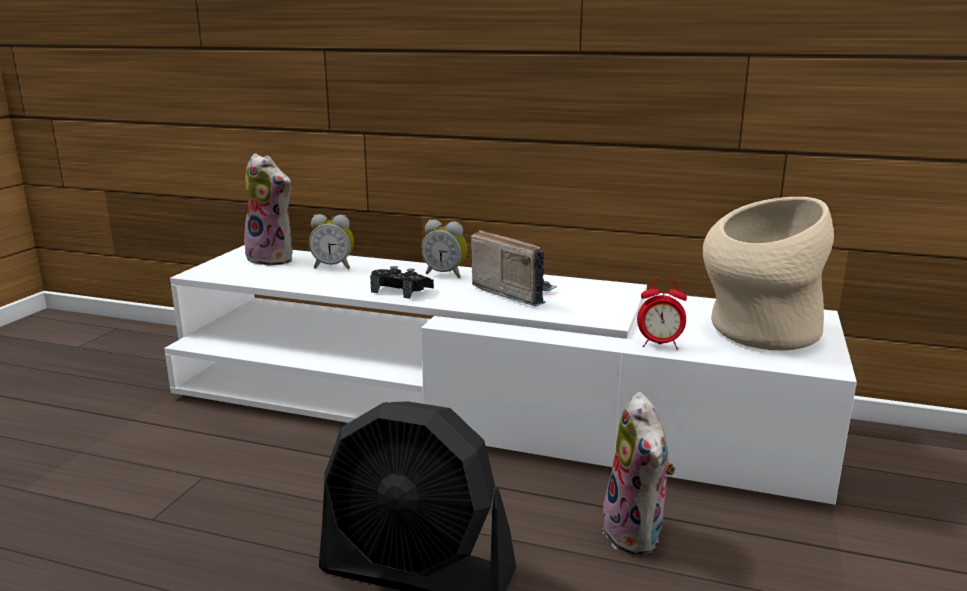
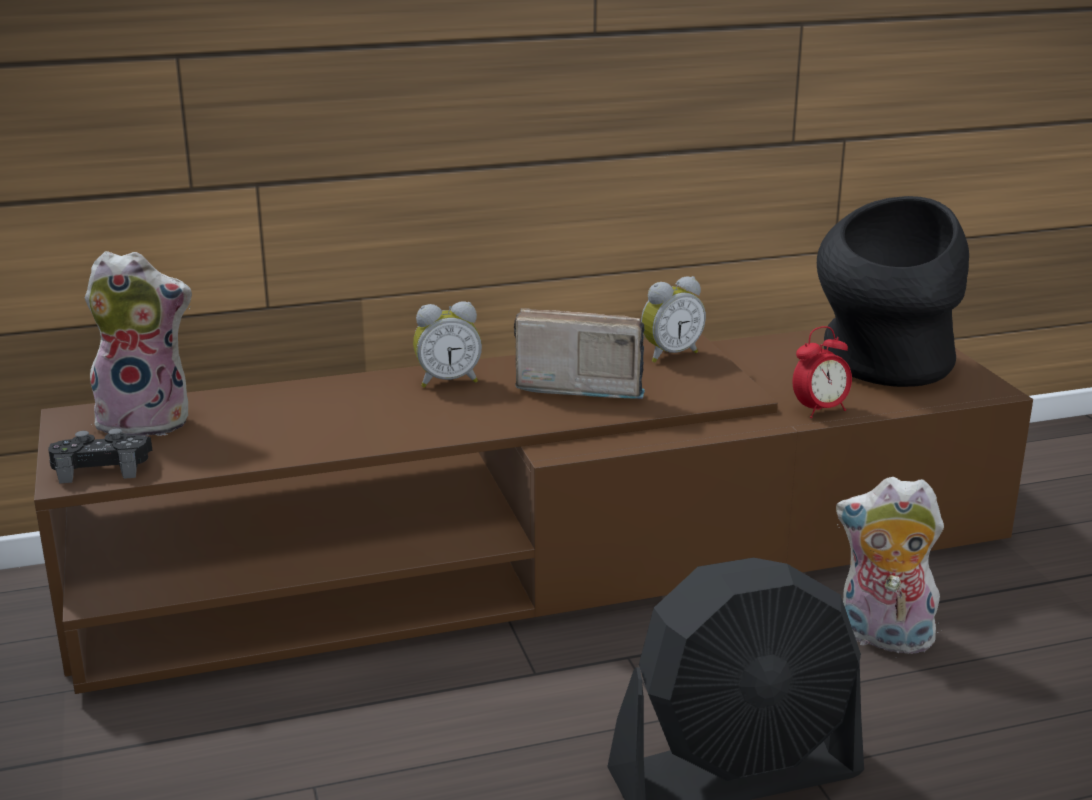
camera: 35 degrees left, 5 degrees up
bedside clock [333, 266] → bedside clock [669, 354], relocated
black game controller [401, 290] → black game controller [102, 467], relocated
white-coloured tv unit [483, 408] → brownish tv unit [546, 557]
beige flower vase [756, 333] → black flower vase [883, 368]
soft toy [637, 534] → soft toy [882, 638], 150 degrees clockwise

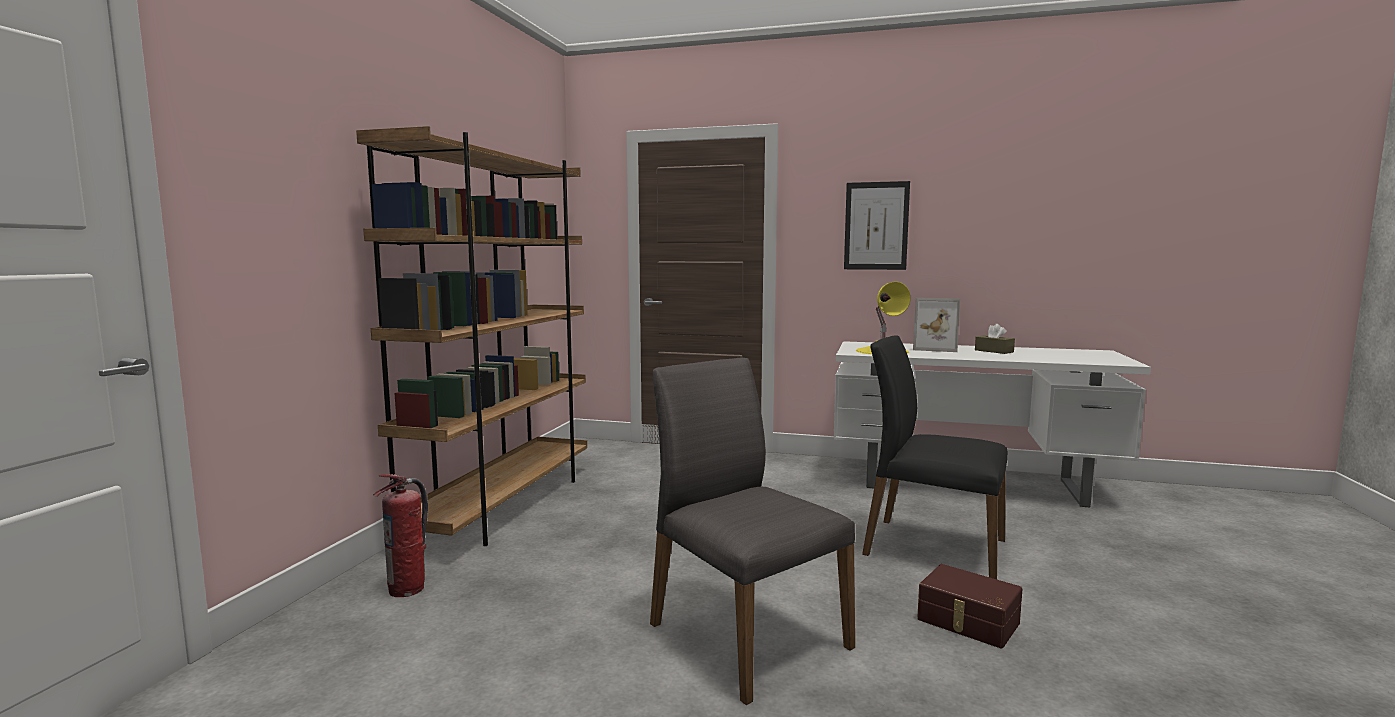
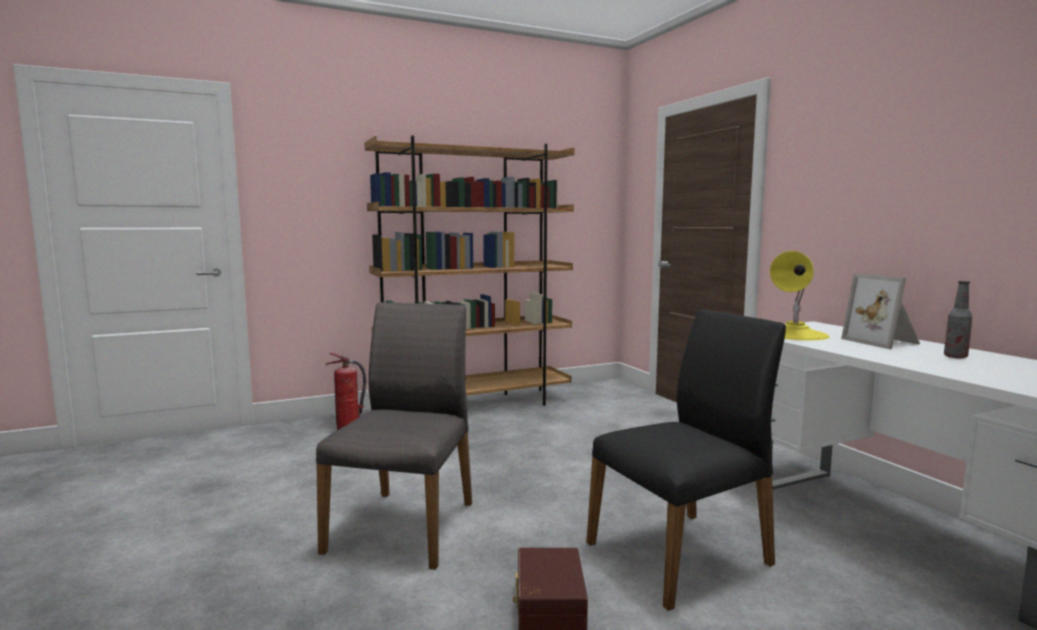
camera: 50 degrees right, 0 degrees up
picture [876, 226] → -
brownish tissue holder [994, 351] → beverage bottle [955, 357]
black chair [932, 547] → black chair [681, 554], 75 degrees clockwise

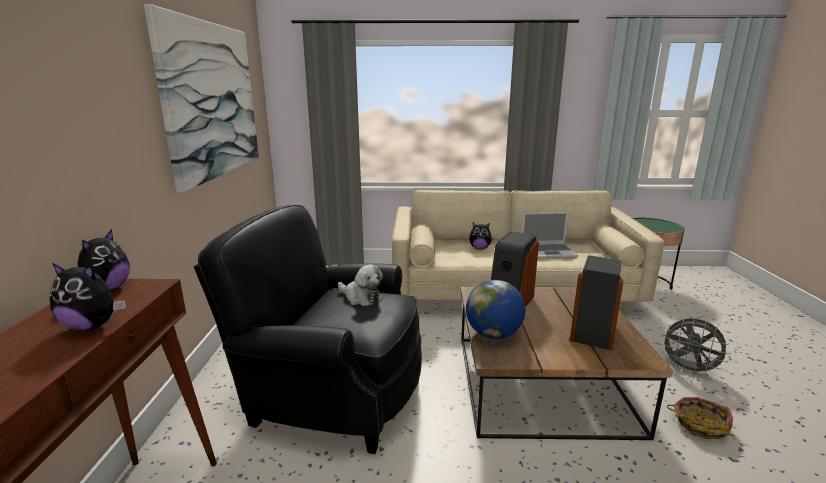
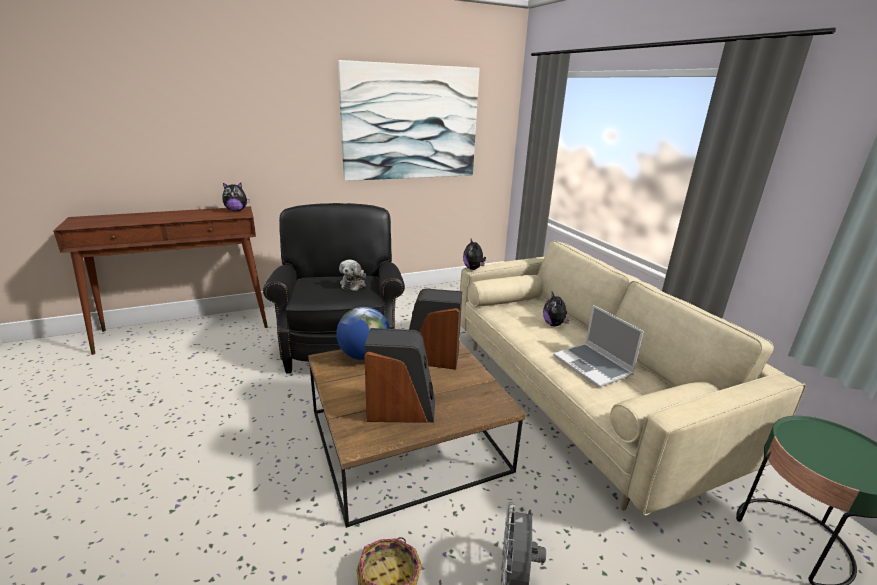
camera: 65 degrees right, 5 degrees up
soft toy [92, 326] → soft toy [473, 268], relocated

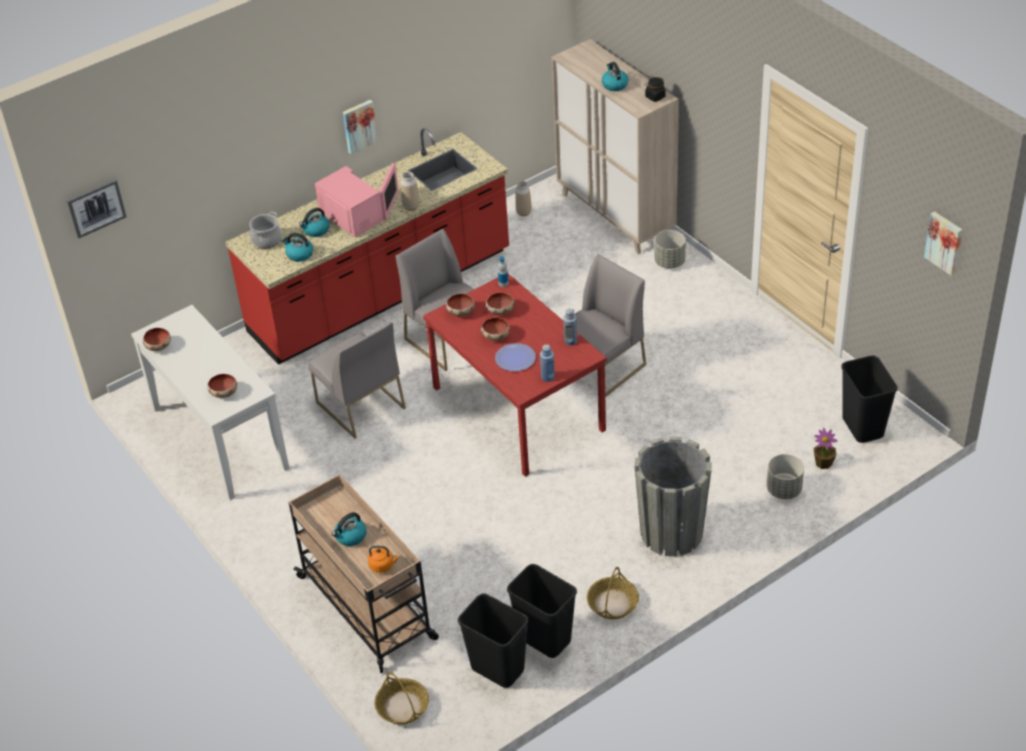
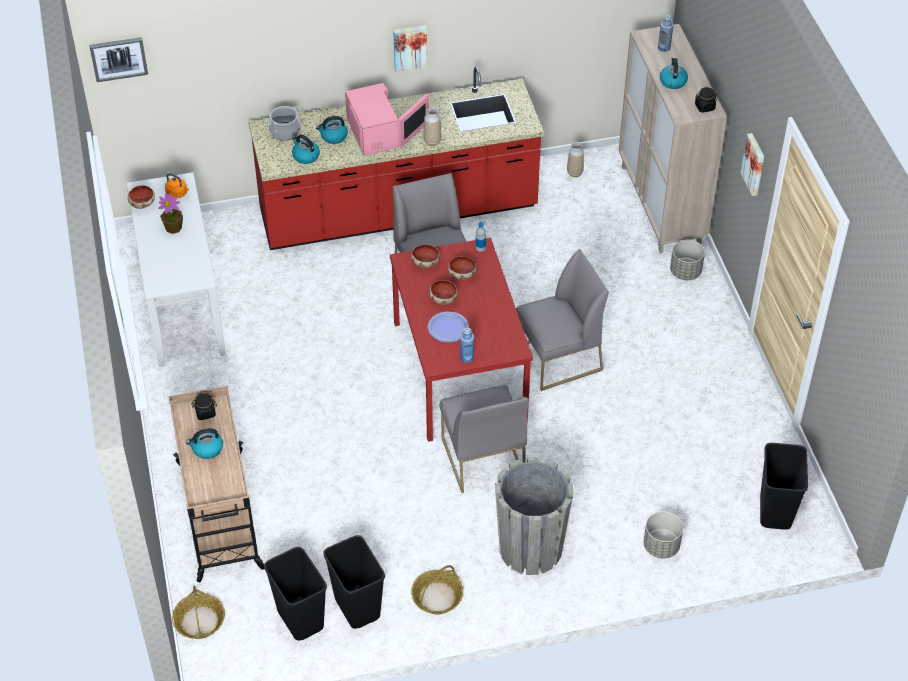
camera: 20 degrees right, 5 degrees up
bowl [223, 393] → -
- → black jar [205, 413]
greyish chair [359, 405] → greyish chair [482, 457], relocated
orangey tea kettle [383, 565] → orangey tea kettle [178, 194], relocated
bluish beverage bottle [570, 341] → bluish beverage bottle [664, 48], relocated
houseplant [823, 463] → houseplant [173, 228], relocated
picture [944, 242] → picture [754, 164], relocated

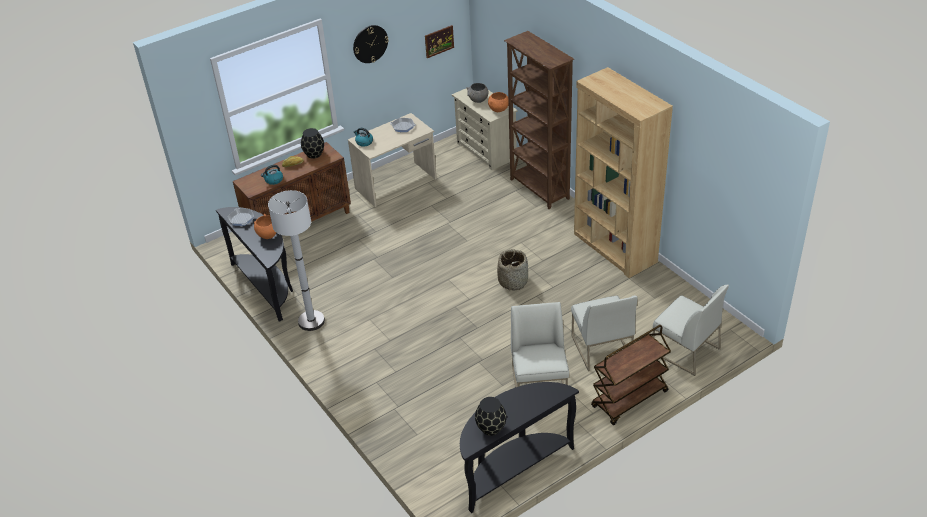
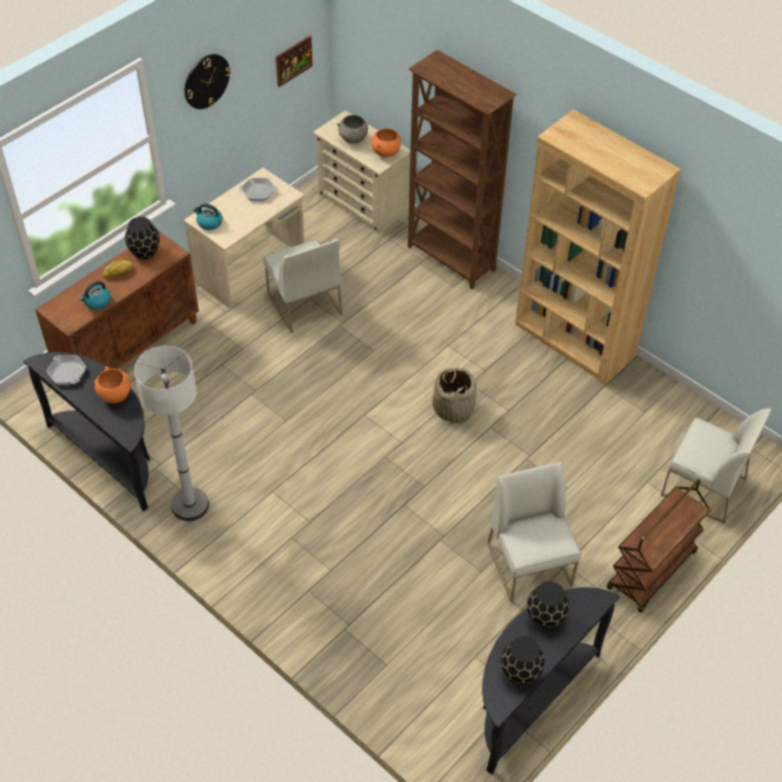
camera: 15 degrees left, 10 degrees up
- → black flower vase [545, 617]
white-coloured chair [601, 348] → white-coloured chair [303, 303], relocated

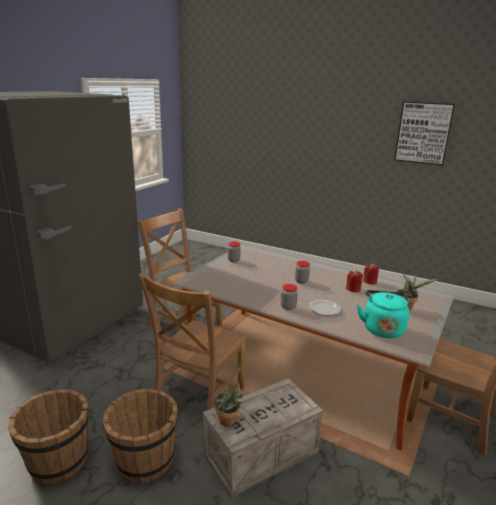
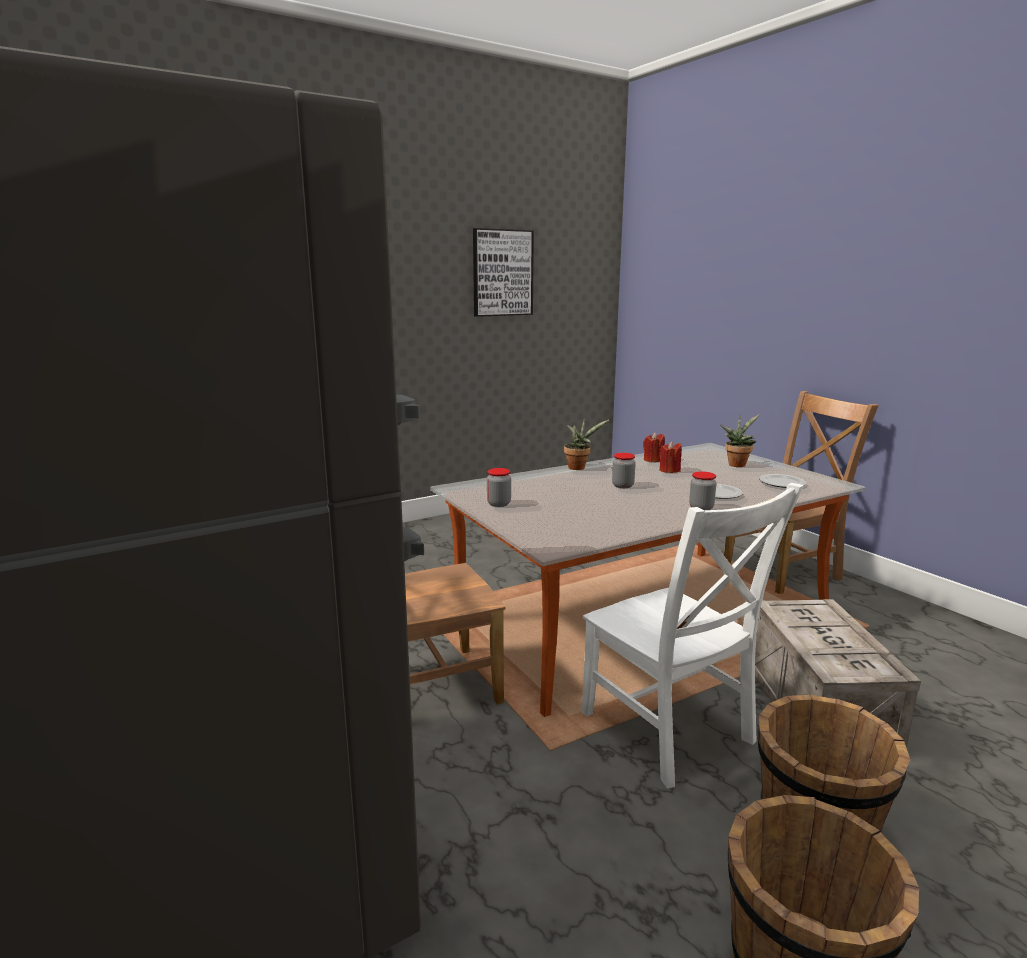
camera: 60 degrees left, 5 degrees down
houseplant [229, 422] → houseplant [578, 467], relocated
turquoise tea kettle [382, 328] → flat dish [781, 483]
brownish chair [198, 399] → white-coloured chair [670, 732]

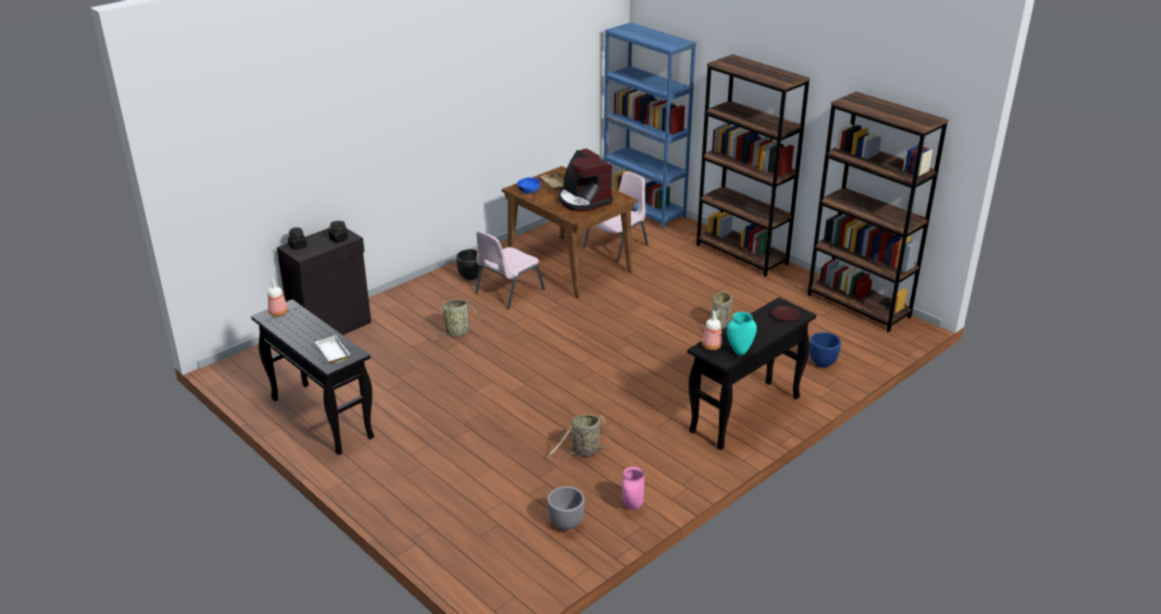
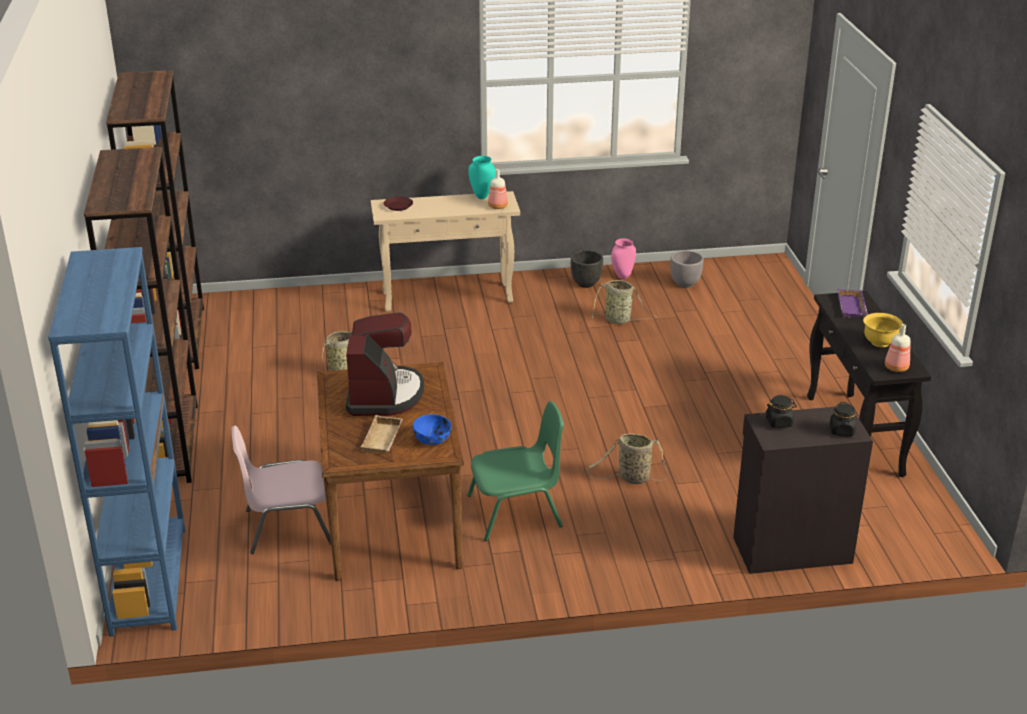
camera: 145 degrees left, 0 degrees up
bluish flower pot [822, 363] → -
- → yellowish bowl [879, 342]
black flower pot [470, 277] → black flower pot [586, 283], relocated
white-coloured carrying tray [331, 353] → purple-coloured carrying tray [853, 307]
pinkish chair [508, 292] → green-coloured chair [516, 512]
black console table [745, 415] → beige console table [448, 297]

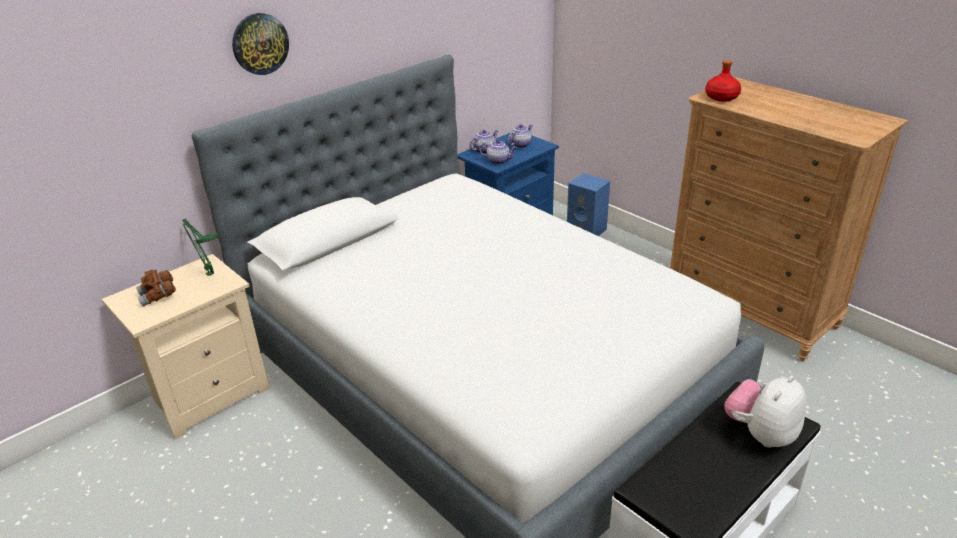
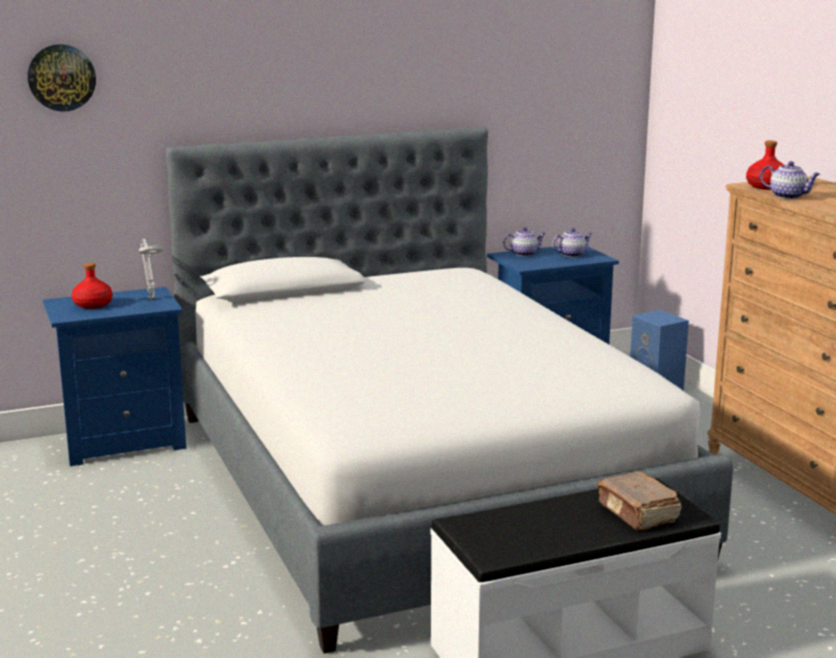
camera: 20 degrees right, 15 degrees down
clock on the wall [260, 44] → clock on the wall [61, 77], relocated
pot for tea [498, 161] → pot for tea [788, 196], relocated
brownish field glasses [158, 296] → red-coloured beverage bottle [93, 305]
soft toy [760, 433] → brownish volume [638, 514]
beige nightstand [209, 395] → bluish nightstand [124, 442]
green-coloured table lamp [209, 273] → greyish table lamp [151, 298]

